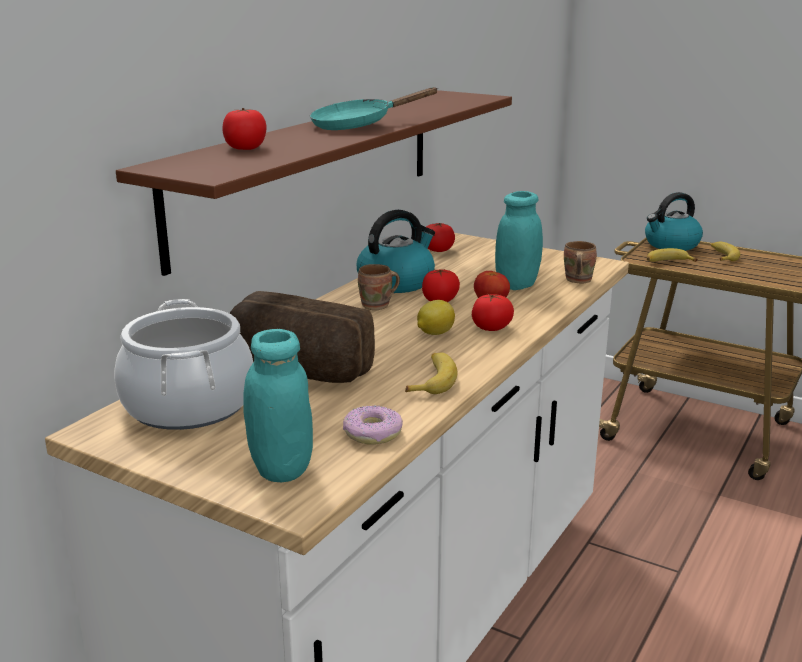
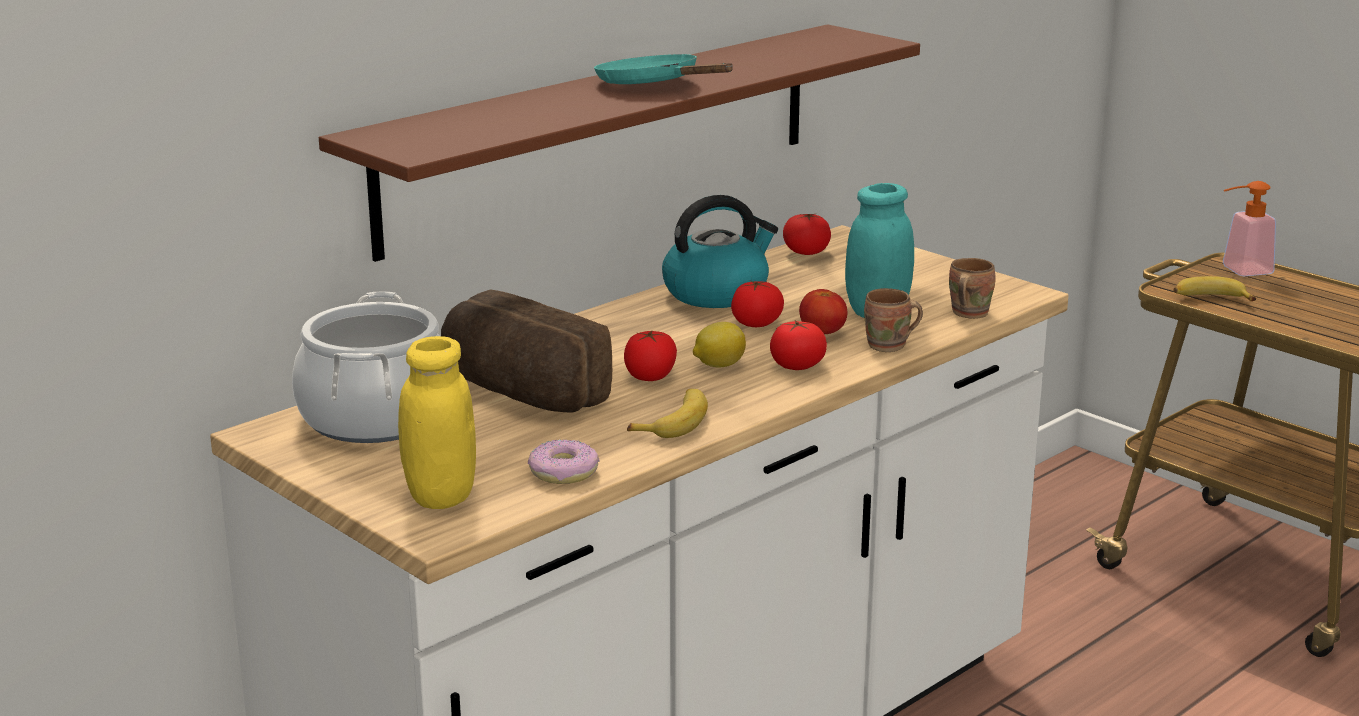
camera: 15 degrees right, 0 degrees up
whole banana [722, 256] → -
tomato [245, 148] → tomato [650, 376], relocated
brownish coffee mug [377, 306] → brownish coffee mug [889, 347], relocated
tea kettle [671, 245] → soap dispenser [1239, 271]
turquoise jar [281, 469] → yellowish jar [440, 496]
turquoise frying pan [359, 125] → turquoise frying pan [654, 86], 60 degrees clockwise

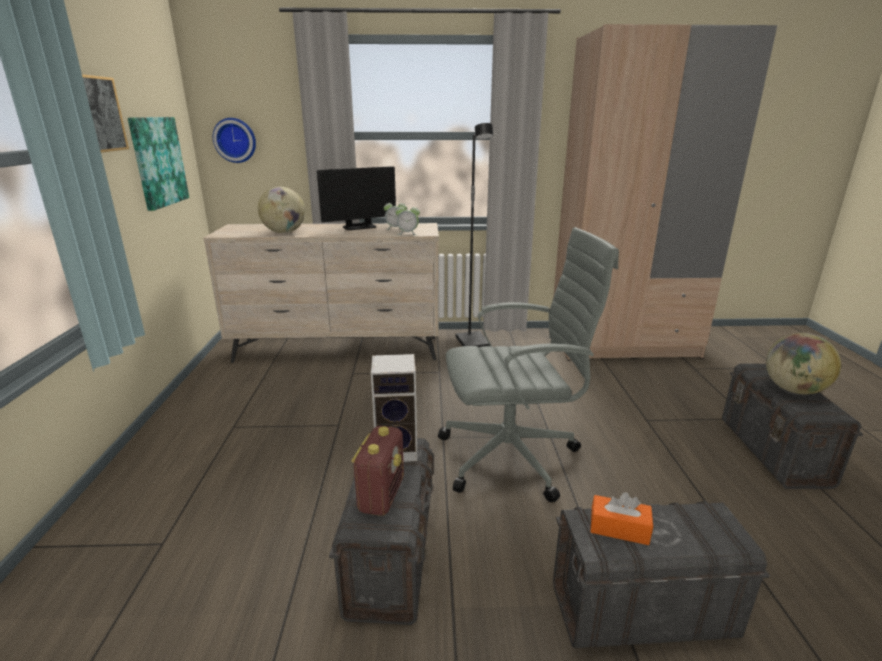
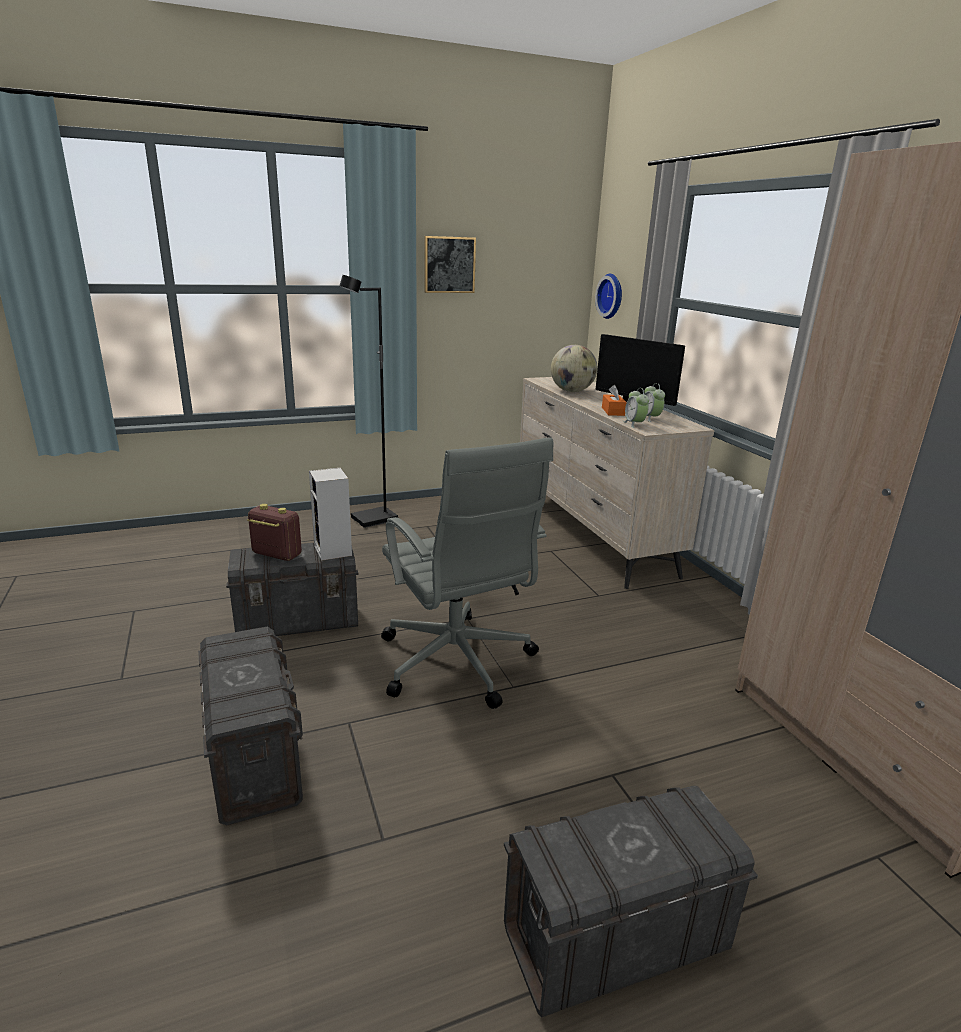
camera: 70 degrees right, 0 degrees up
picture [158, 162] → -
globe [793, 390] → -
black standard lamp [473, 343] → black standard lamp [374, 519], relocated
orangey tissue holder [619, 528] → orangey tissue holder [613, 411], relocated
radio set [381, 495] → radio set [276, 554], 150 degrees counterclockwise

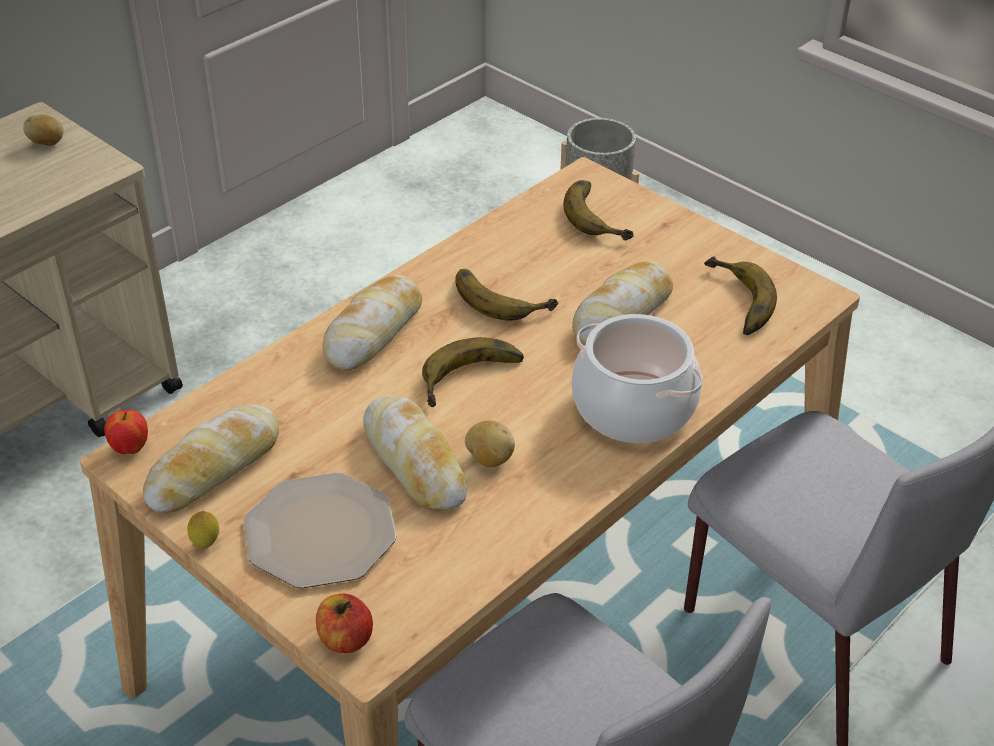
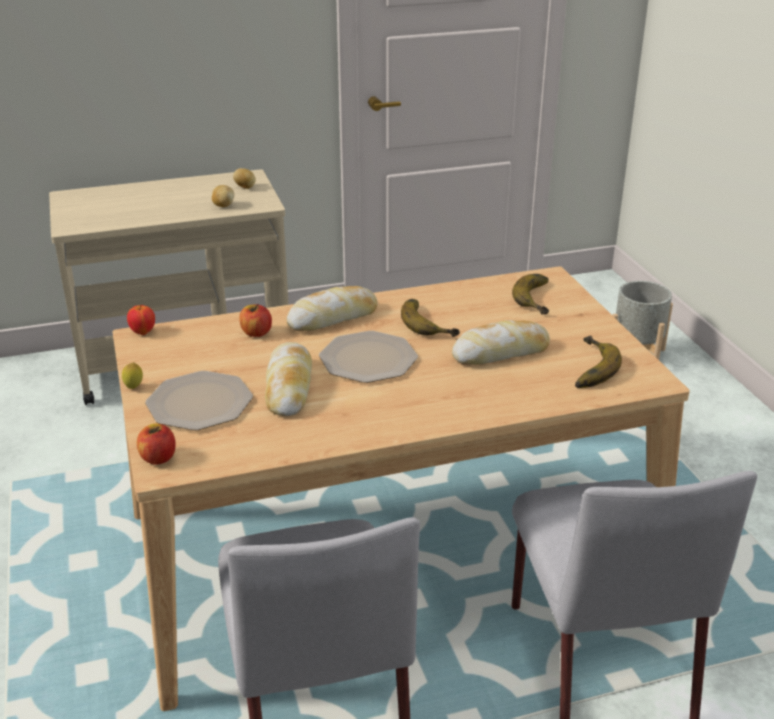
camera: 30 degrees right, 10 degrees down
baked bread [214, 468] → -
stockpot [632, 407] → -
- → apple [256, 333]
spud [489, 459] → spud [223, 206], relocated
whole banana [474, 380] → flat dish [368, 358]

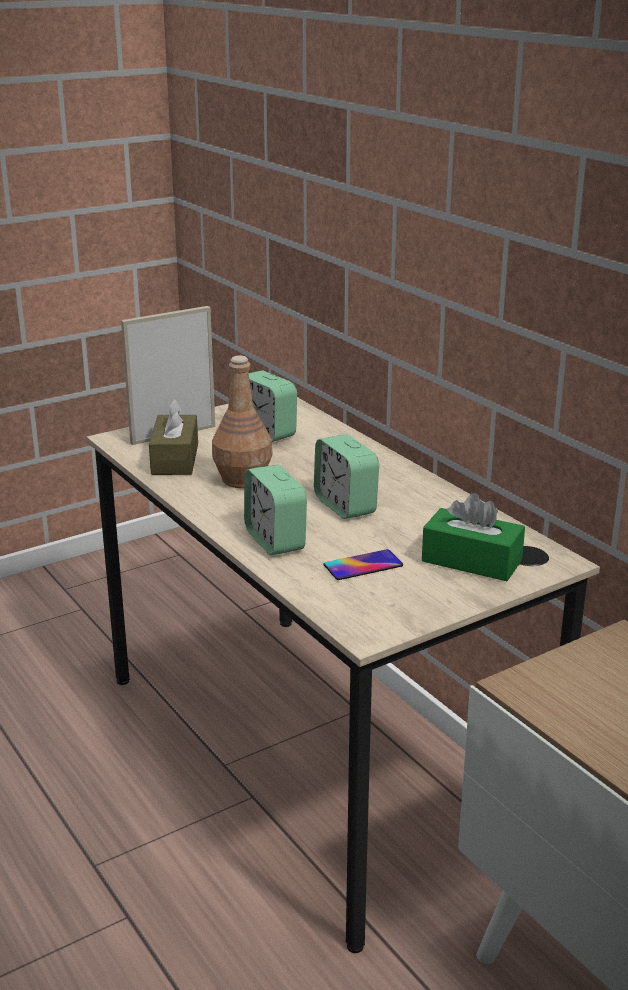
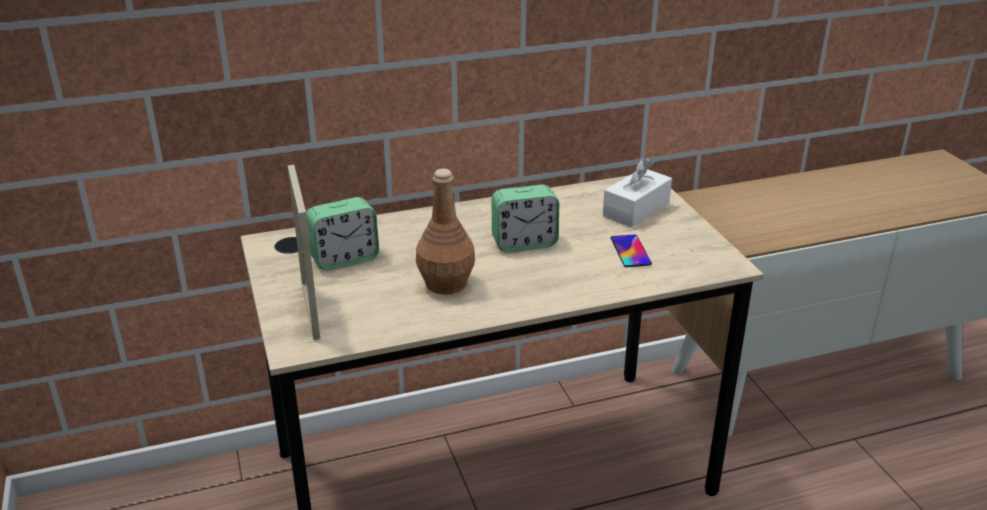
camera: 75 degrees left, 5 degrees up
brownish tissue holder [175, 459] → -
bedside clock [275, 540] → -
green-coloured tissue holder [471, 561] → white-coloured tissue holder [636, 209]

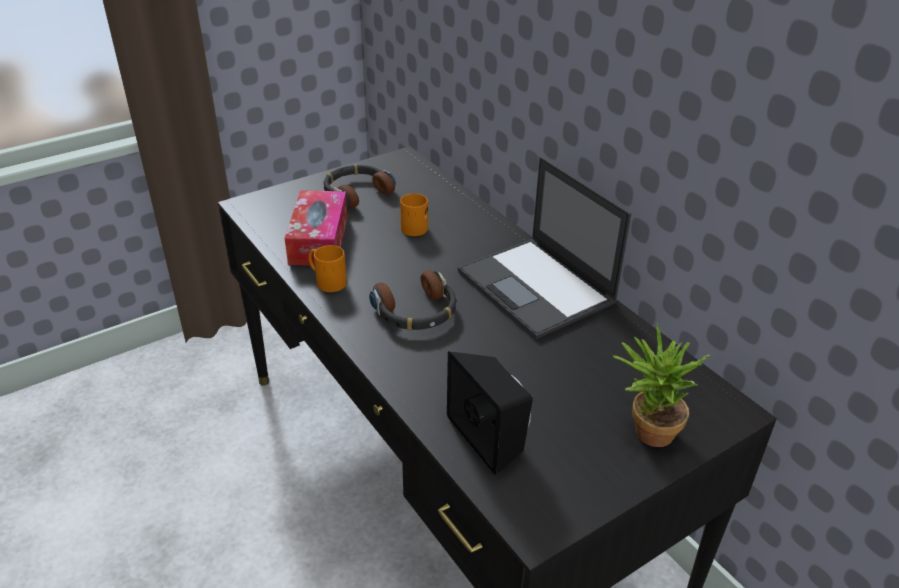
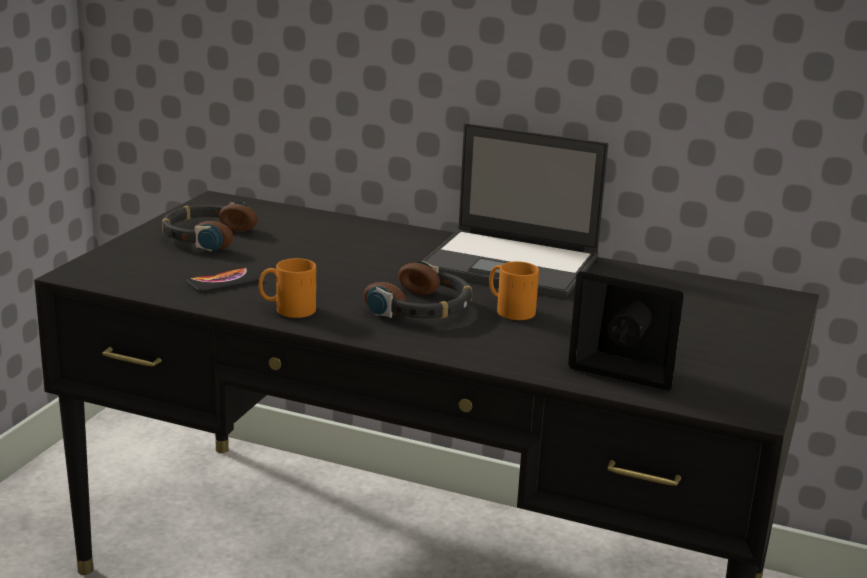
camera: 35 degrees left, 15 degrees down
houseplant [645, 431] → -
orangey coffee mug [413, 225] → orangey coffee mug [509, 310], relocated
tissue holder [319, 239] → telephone [223, 281]

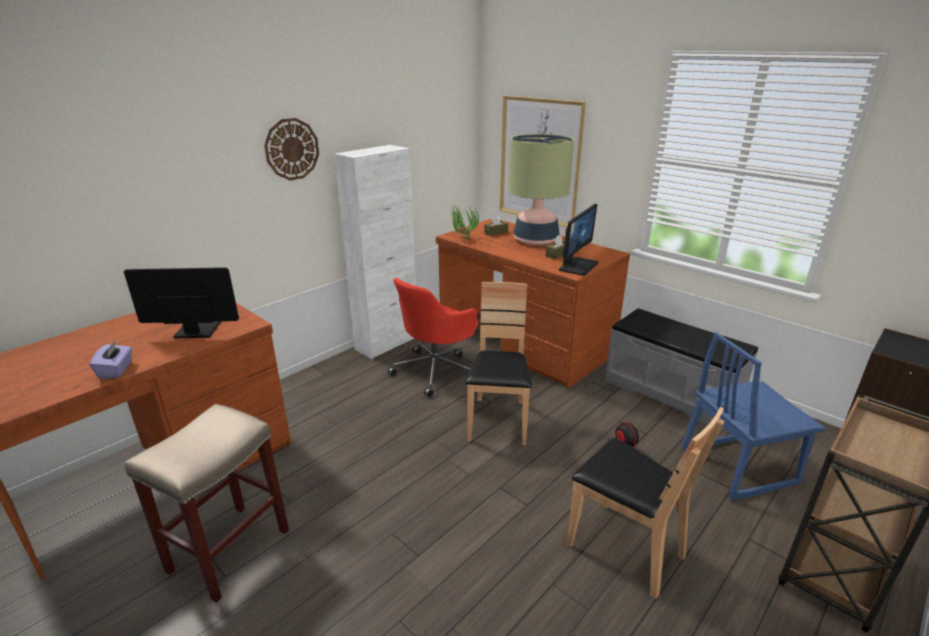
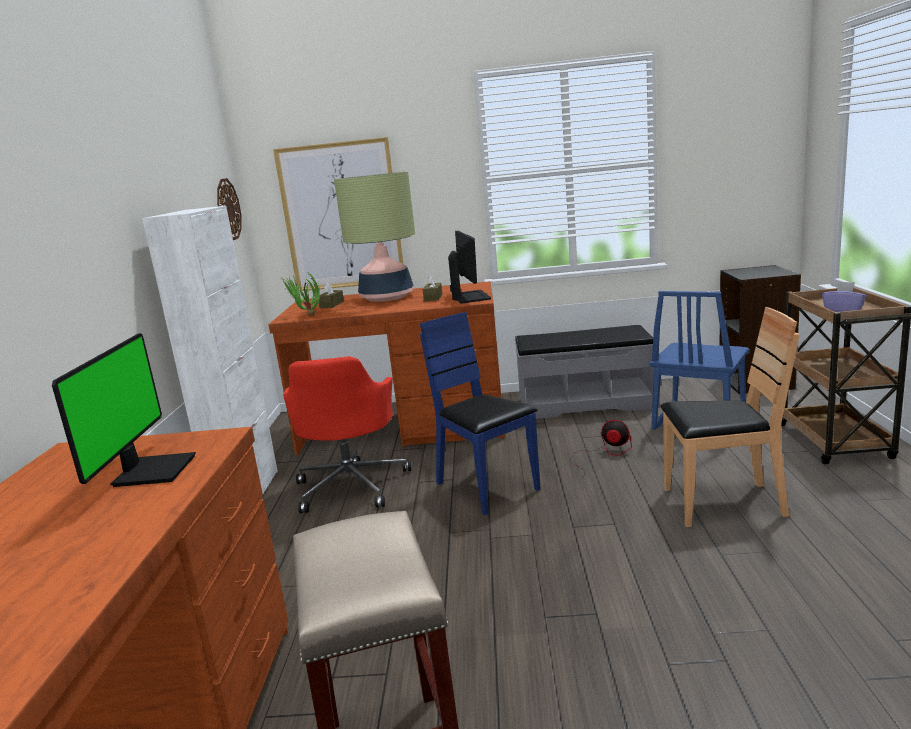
camera: 40 degrees left, 10 degrees down
purple-coloured tissue holder [116, 370] → purple-coloured tissue holder [843, 310], relocated
clock on the wall [292, 149] → clock on the wall [228, 209], relocated
brownish chair [498, 421] → bluish chair [486, 488]
computer display [196, 331] → computer display [151, 471], 135 degrees clockwise

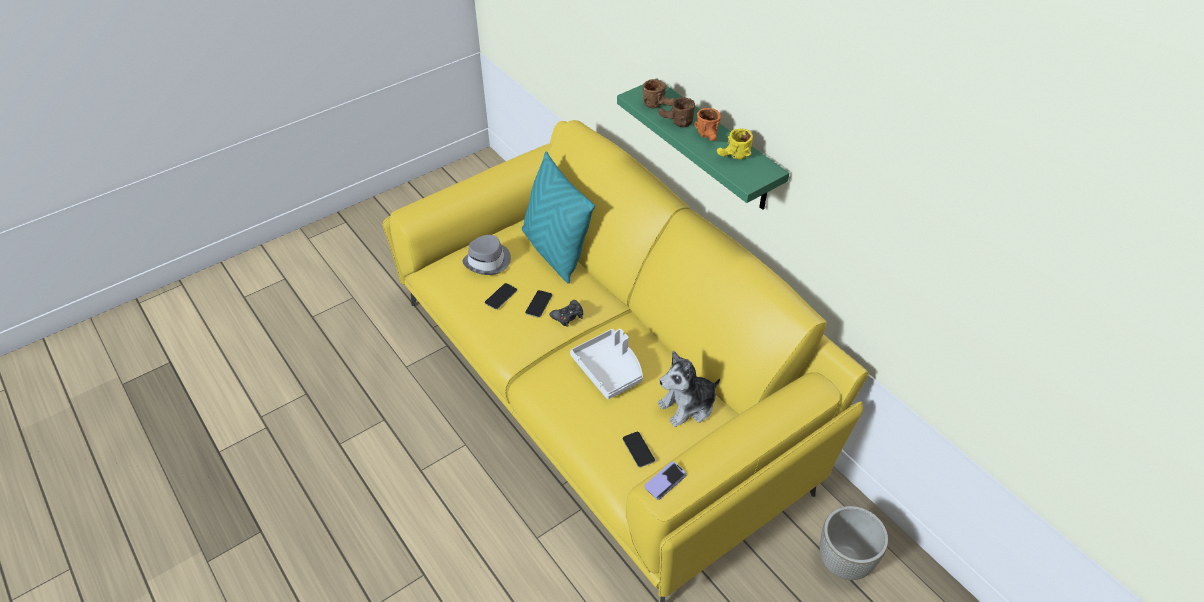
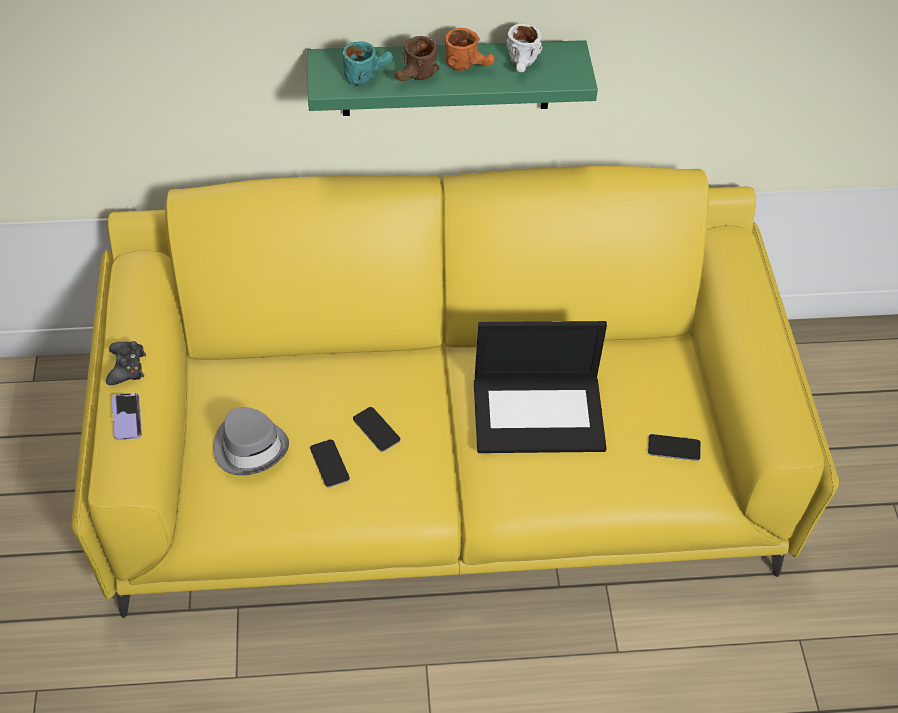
camera: 60 degrees left, 5 degrees up
turquoise pillow [555, 252] → -
soft toy [688, 406] → -
greyish flower pot [844, 561] → -
black game controller [568, 316] → black game controller [127, 367], relocated
telephone [665, 481] → telephone [127, 417], relocated
white-coloured carrying tray [609, 369] → notebook computer [539, 413]
brownish coffee mug [659, 105] → turquoise coffee mug [367, 74]
yellowish coffee mug [733, 157] → white-coloured coffee mug [523, 66]

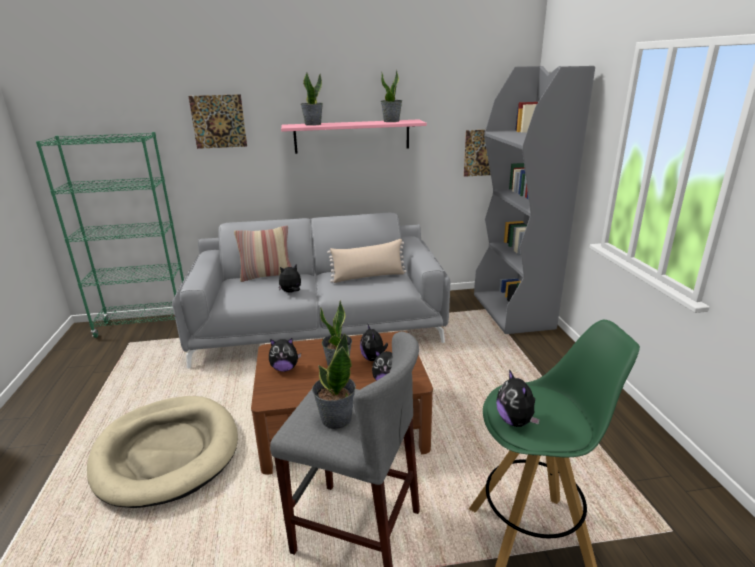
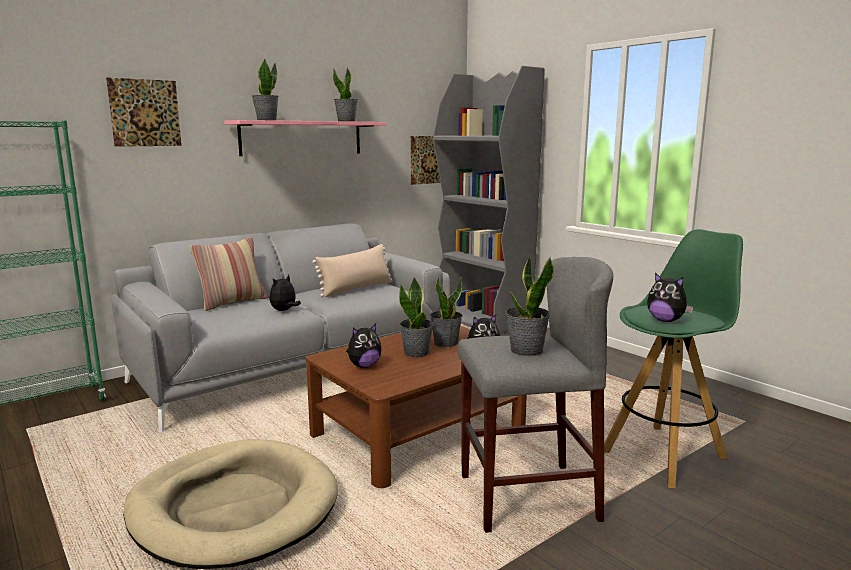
camera: 30 degrees left, 10 degrees down
soft toy [374, 358] → houseplant [445, 343]

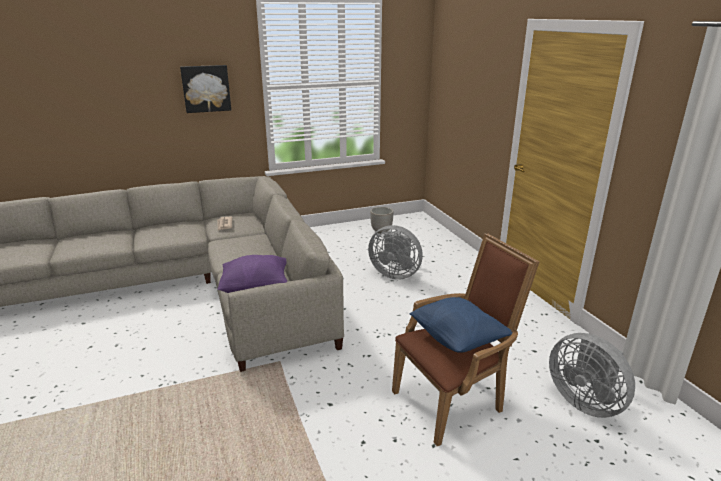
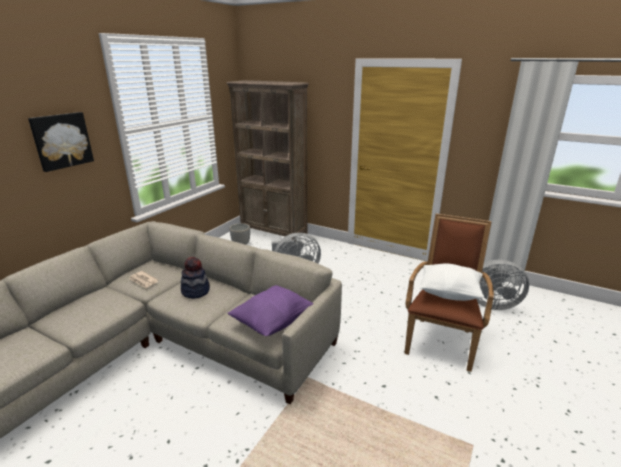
camera: 40 degrees left, 0 degrees up
- → wearable hat [195, 291]
- → brownish bookcase [274, 232]
bluish pillow [457, 340] → white-coloured pillow [449, 293]

